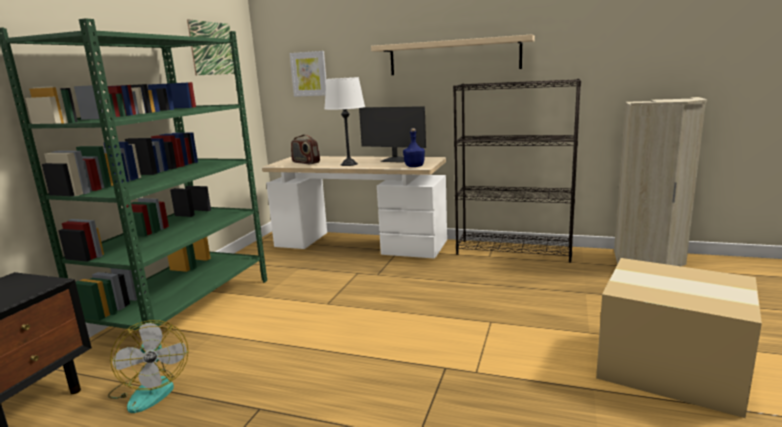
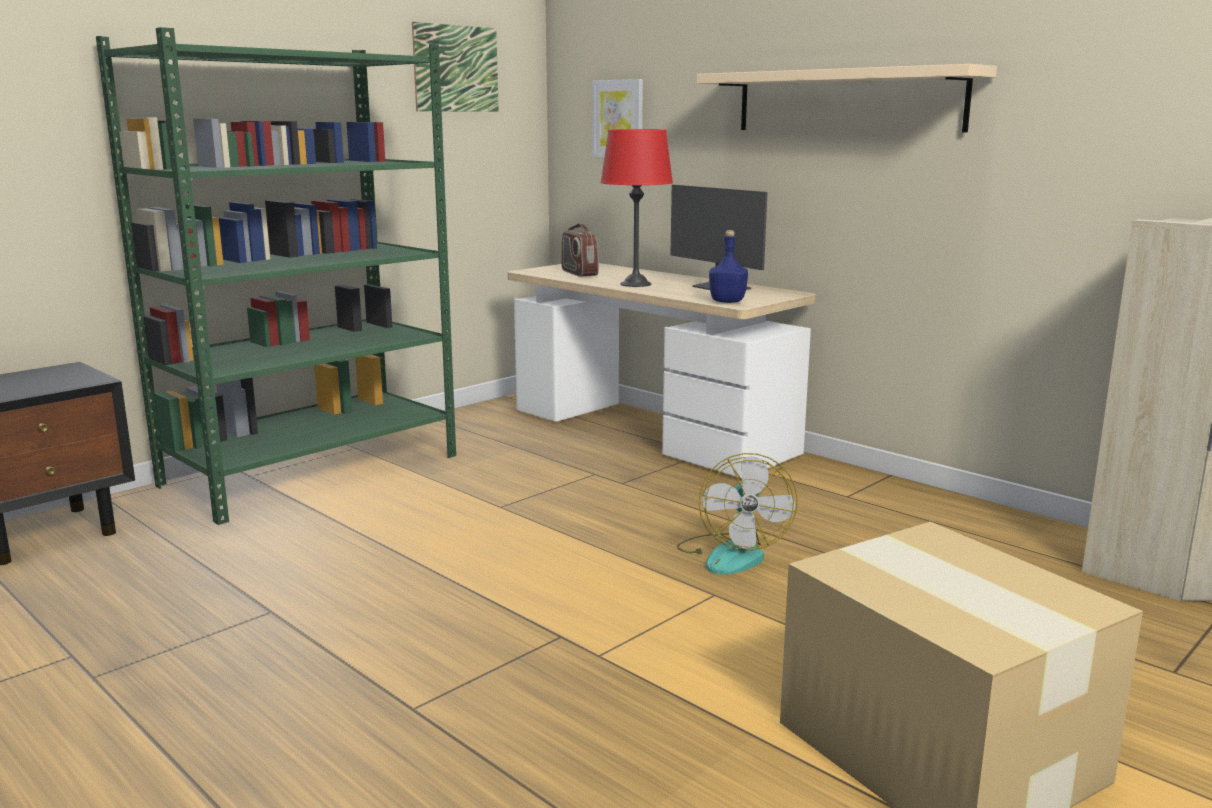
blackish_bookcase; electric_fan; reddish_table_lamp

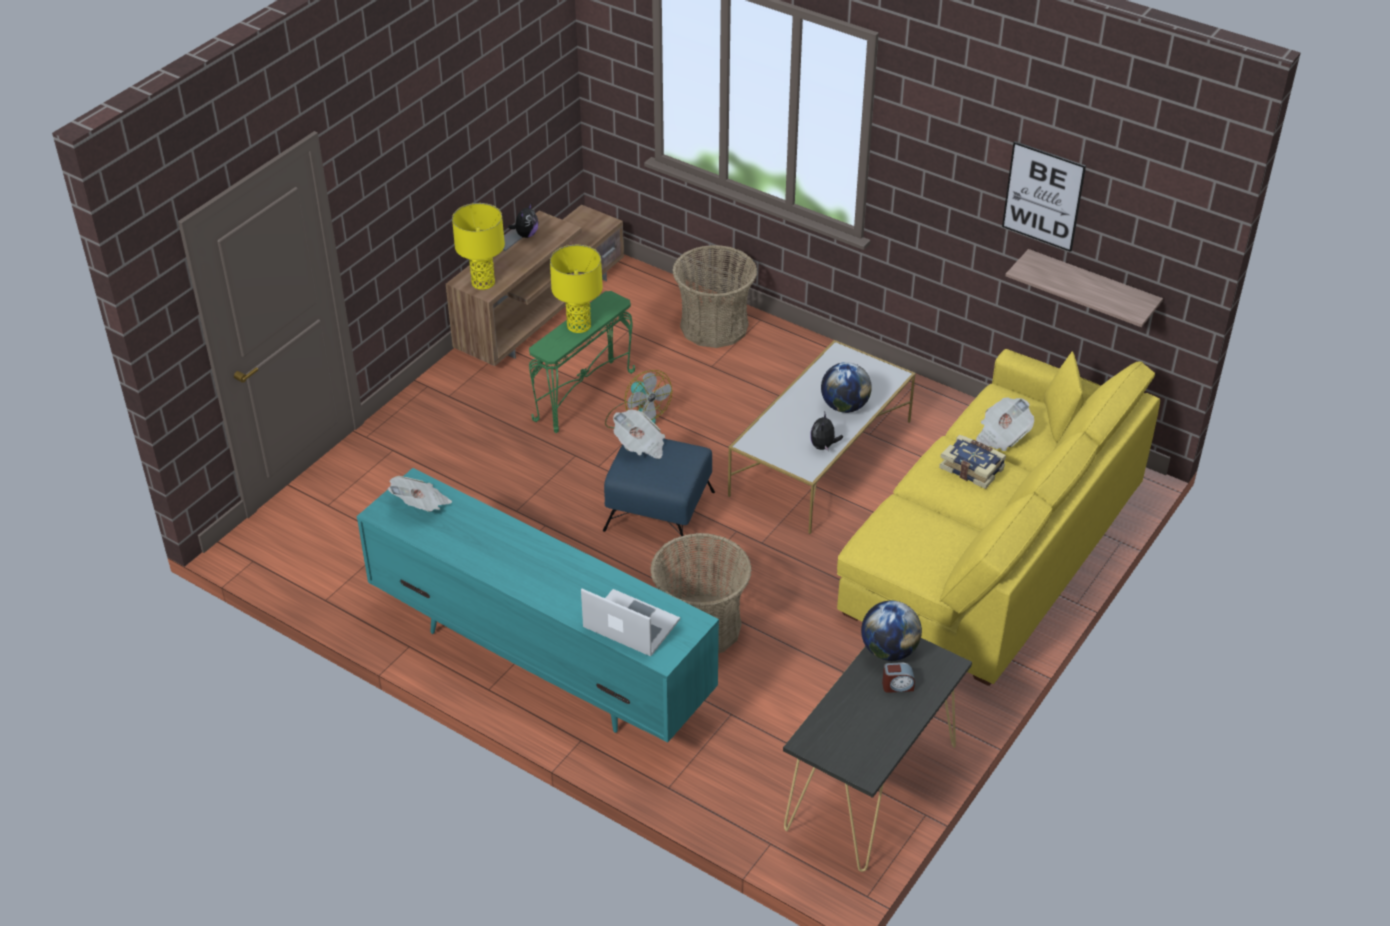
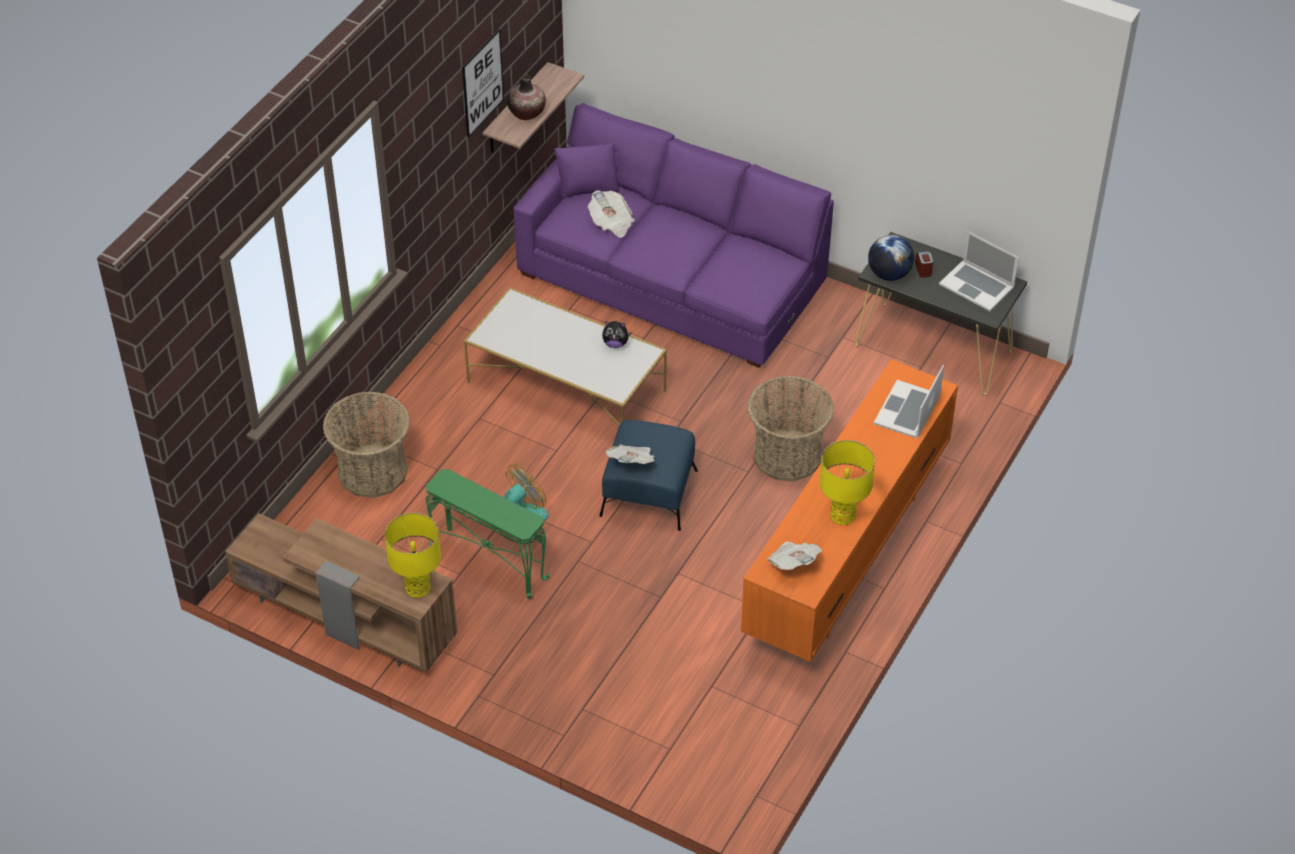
cuddly_toy (1st from left in the first image); world_globe (1st from left in the first image); bound_book; decorative_vase; portable_computer (2nd from left); yellowish_table_lamp (2nd from left); orange-coloured_storage_cabinet; purple-coloured_couch

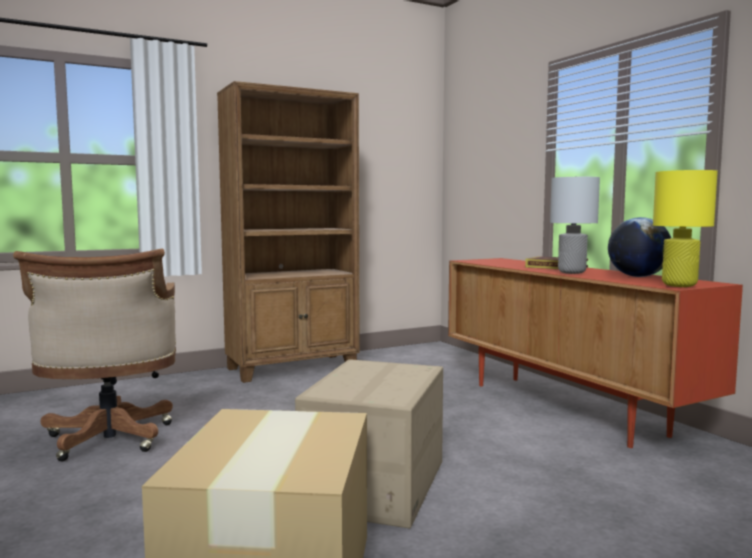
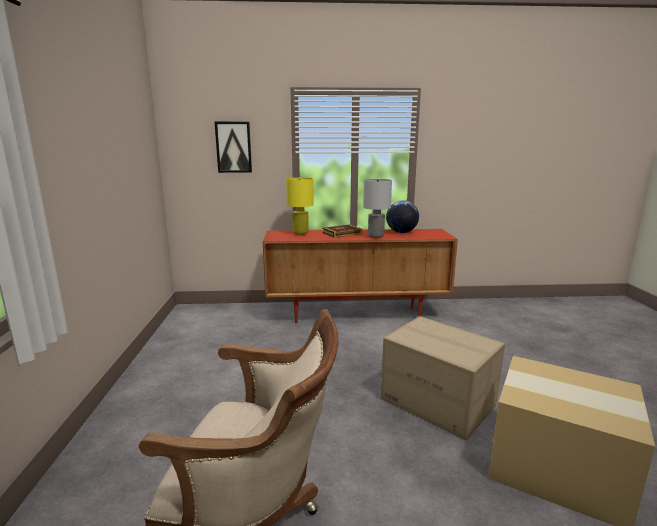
brownish_bookcase; picture; yellowish_table_lamp

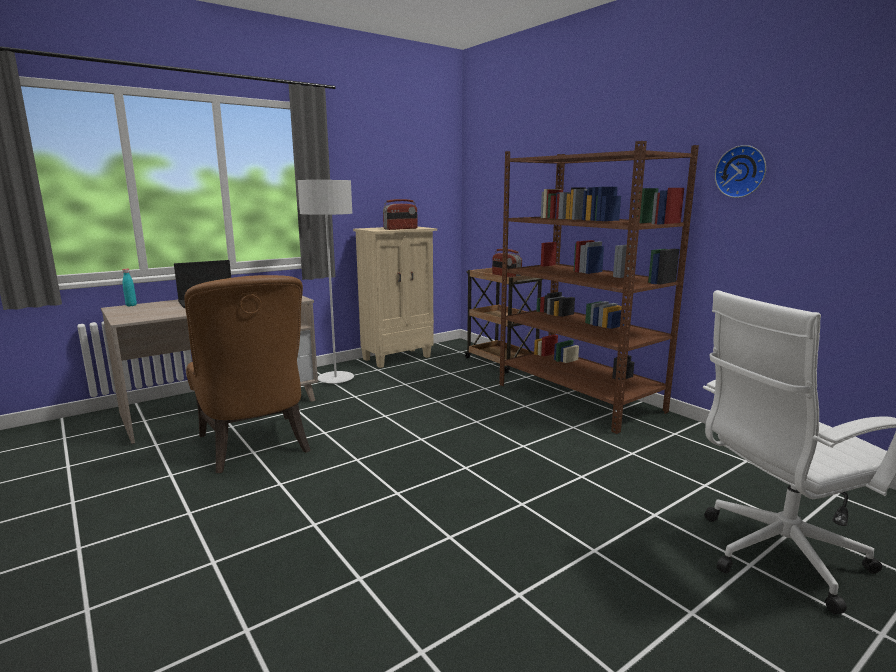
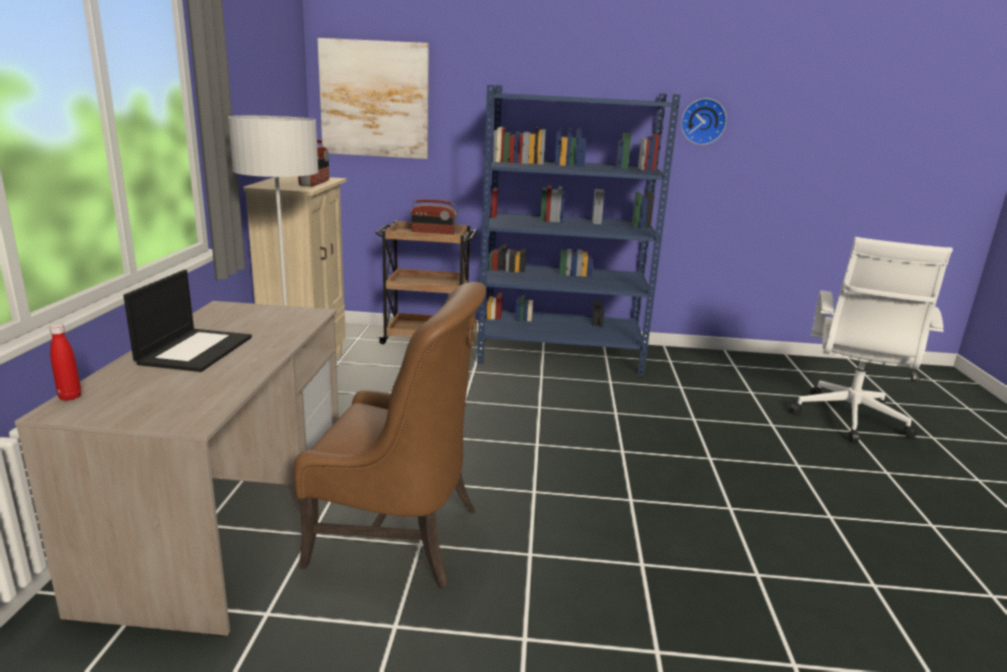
picture; reddish_bottle; bluish_bookcase

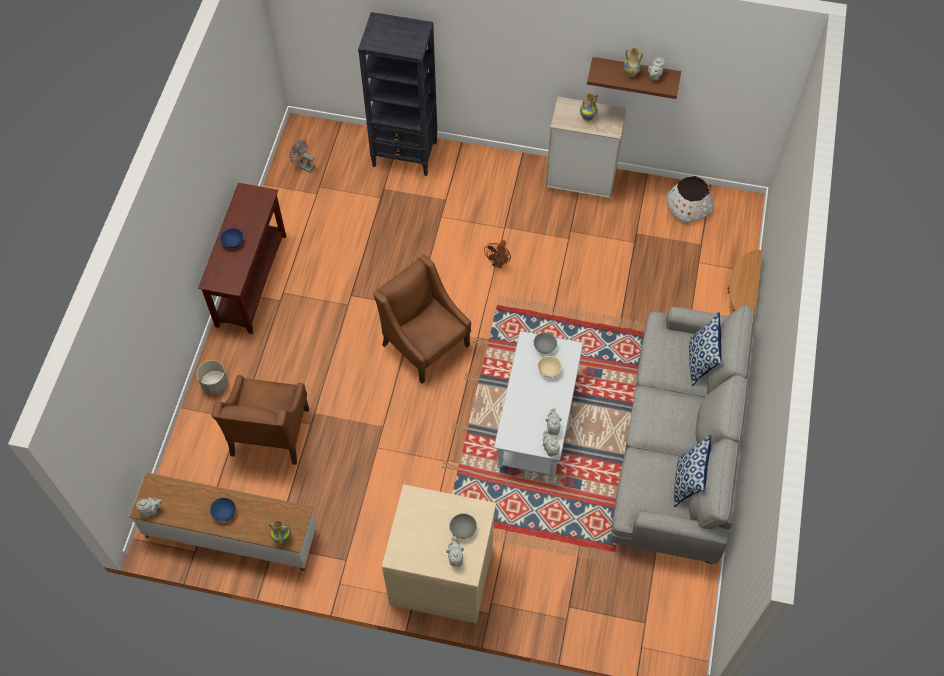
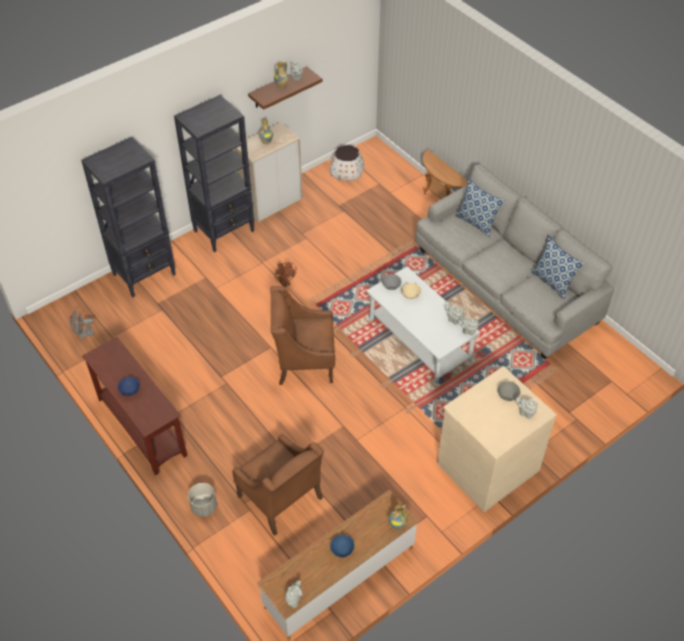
blackish_bookcase (2nd from left)

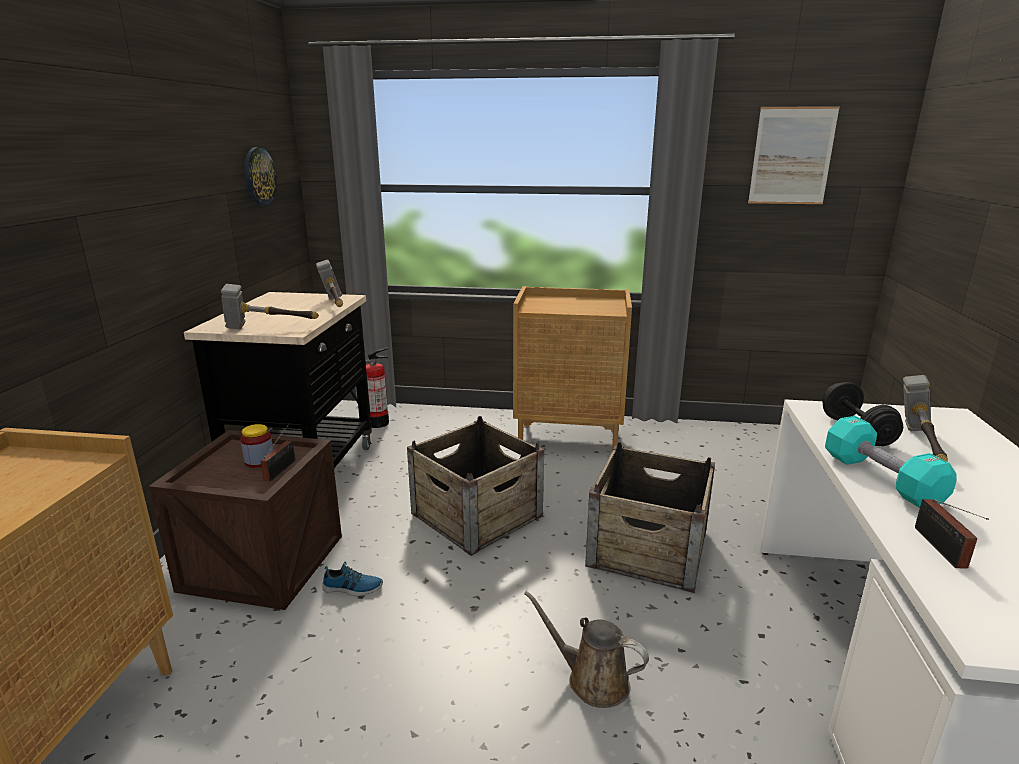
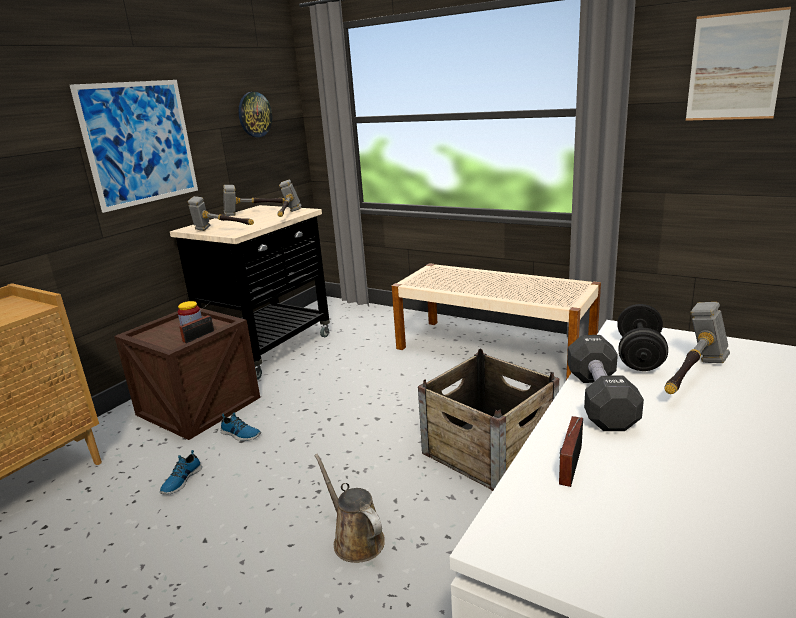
fire_extinguisher; packing_crate (2nd from left in the first image); picture (1st from left); shoe (1st from left); hammer (2nd from left); sand-coloured_bench; blackish_dumbbell (1st from left)

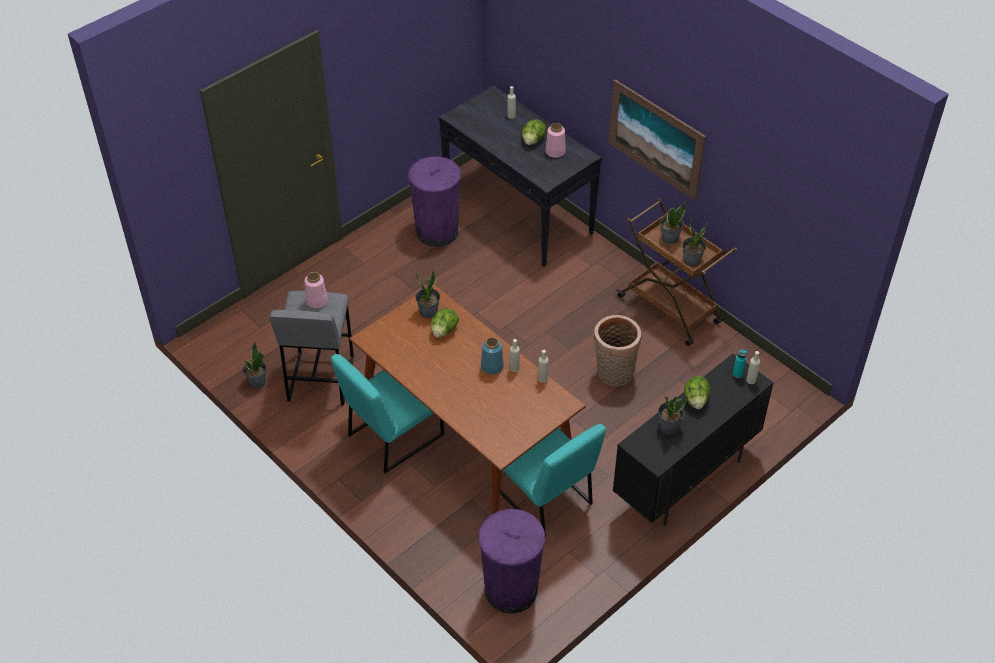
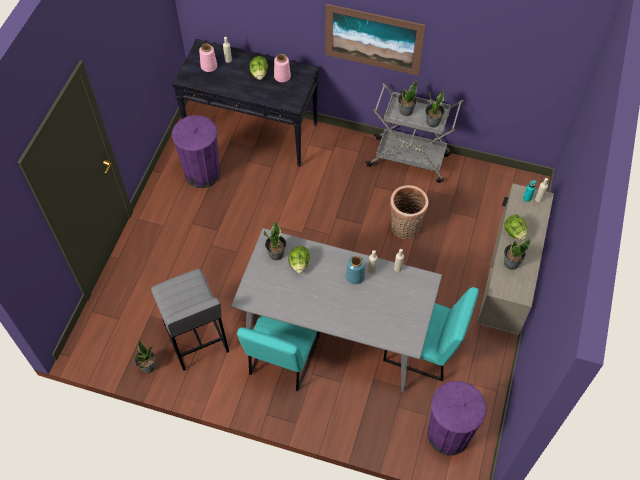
pink-coloured_decorative_vase (1st from left); grey_kitchen_table; sand-coloured_storage_cabinet; grey_wheeled_cart

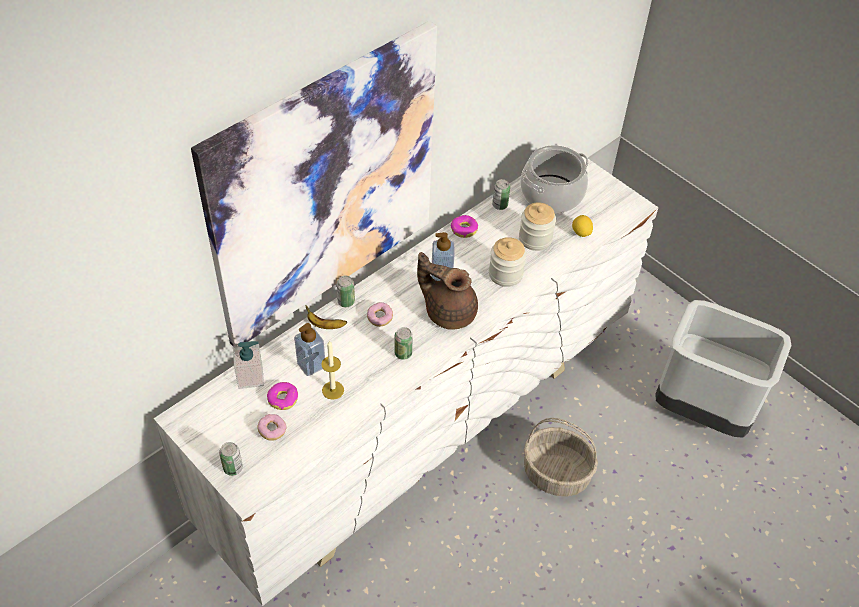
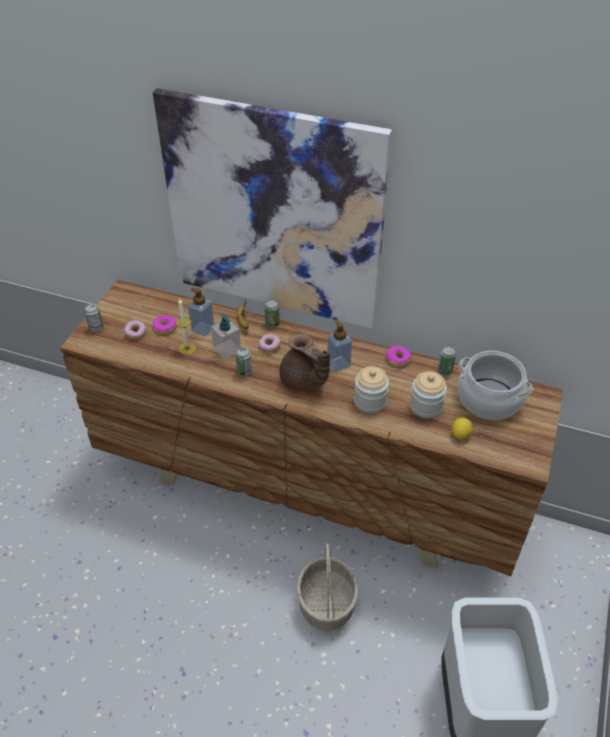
liquid_soap_bottle (2nd from left); brownish_storage_cabinet; brownish_tea_pot

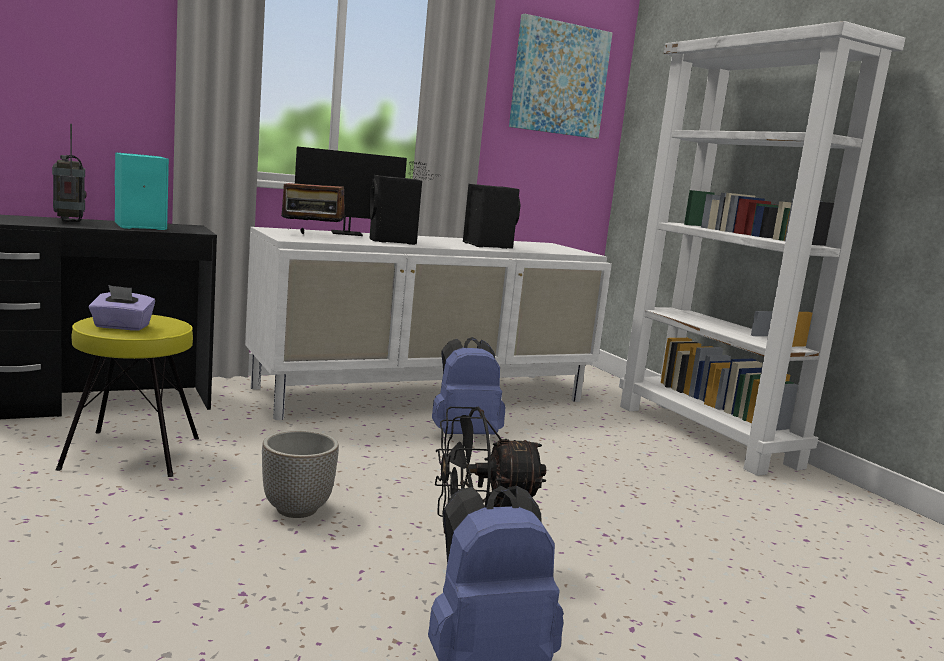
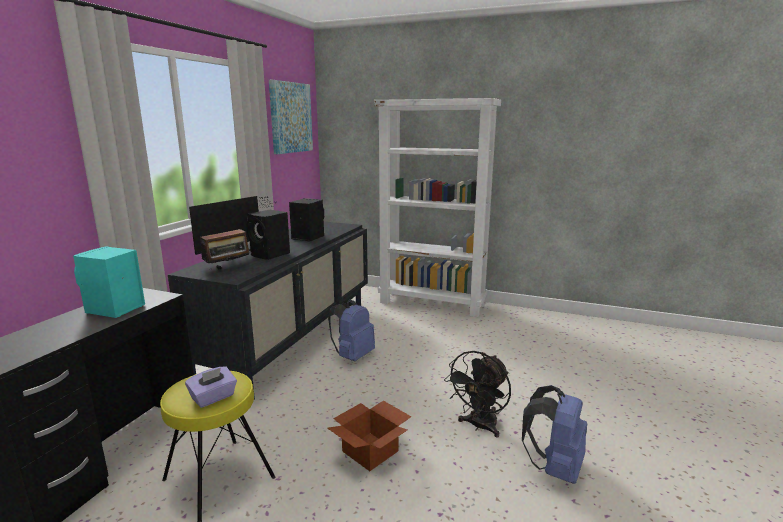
radio (1st from left in the first image); packing_box; blackish_storage_cabinet

